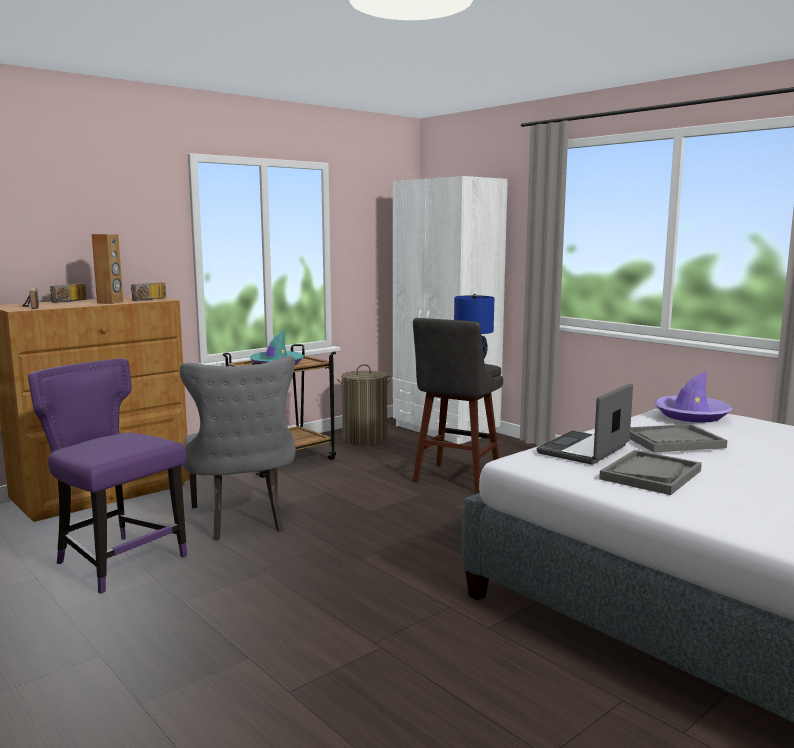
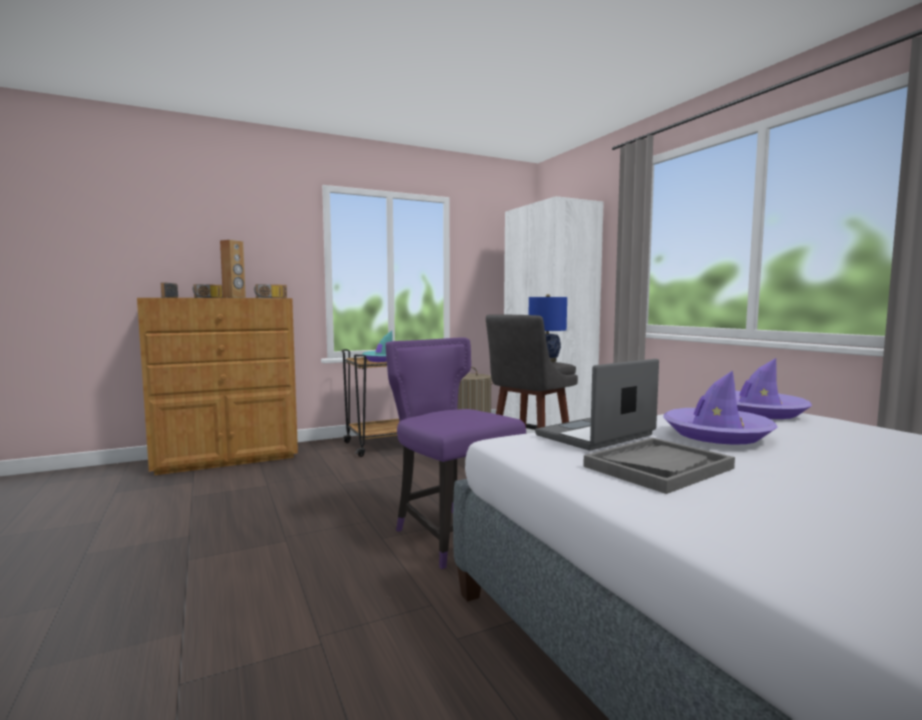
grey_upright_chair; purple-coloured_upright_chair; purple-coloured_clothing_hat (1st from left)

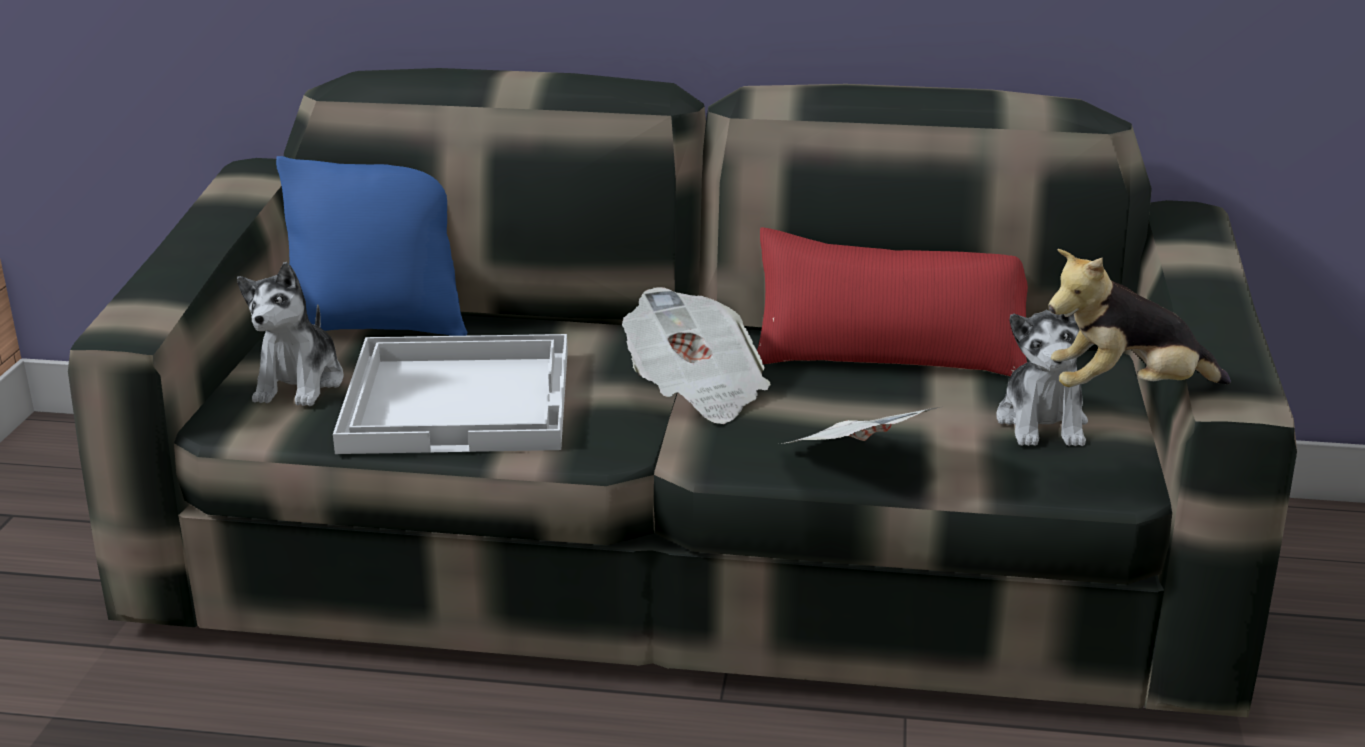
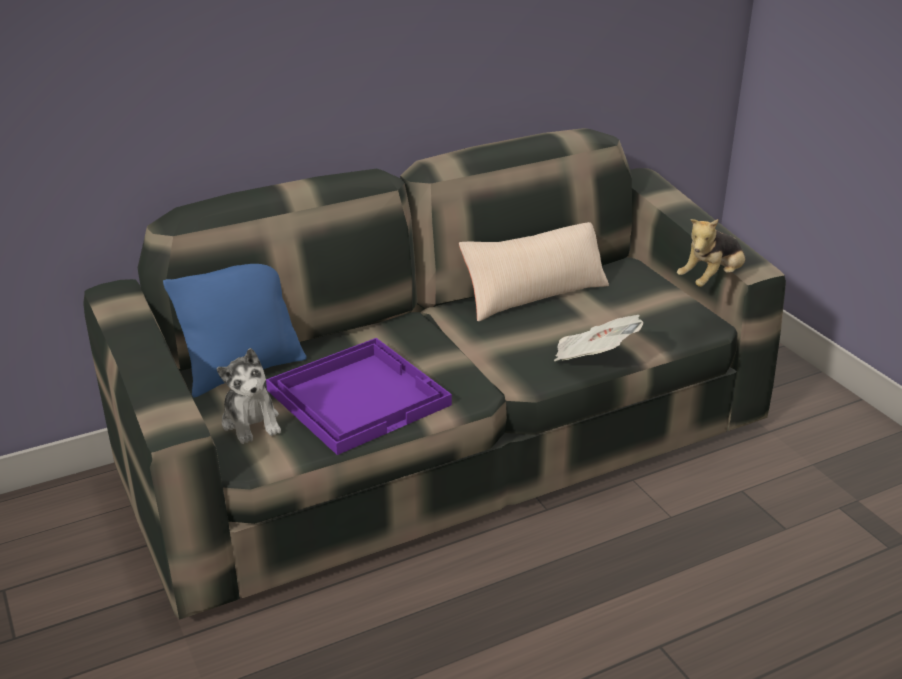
newspaper (1st from left in the first image); cuddly_toy (2nd from left in the first image); purple-coloured_serving_tray; sand-coloured_cushion

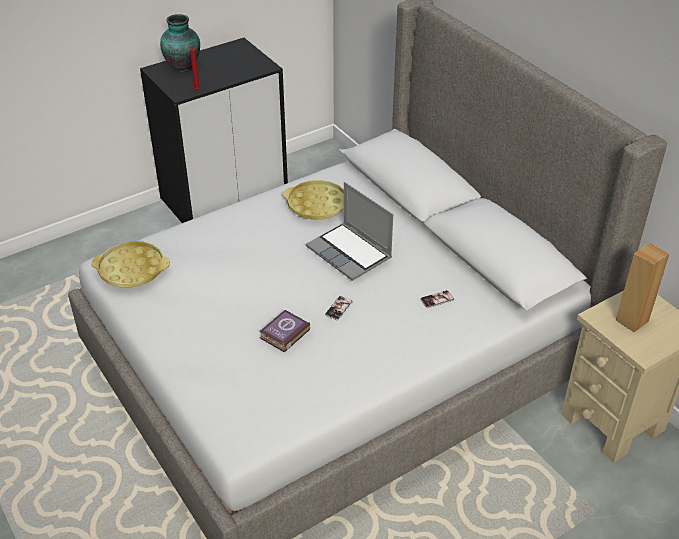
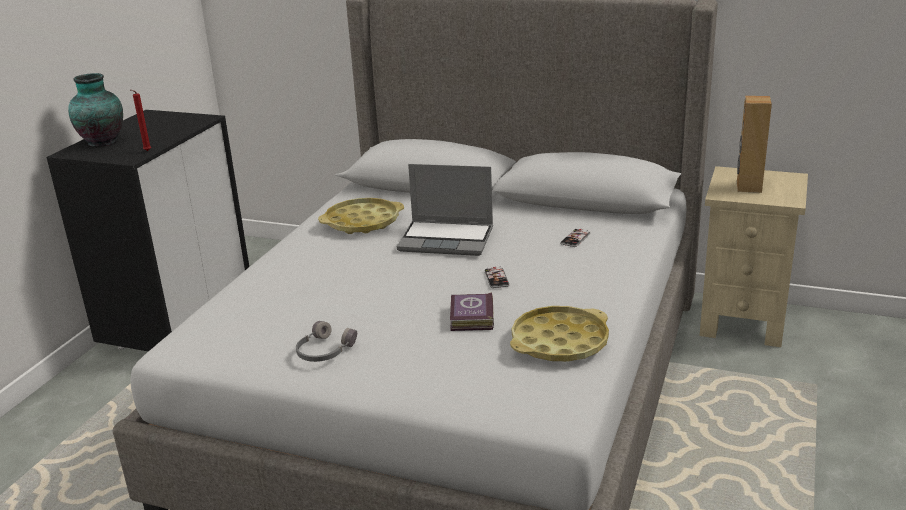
grey_headset; yellowish_serving_tray (2nd from left)

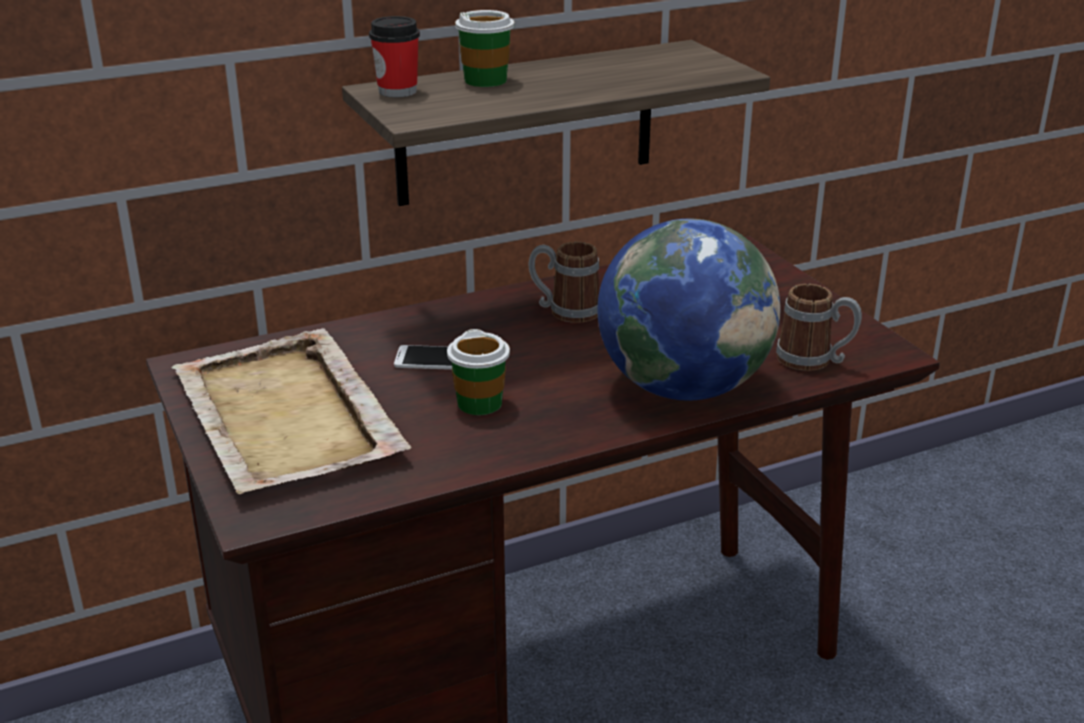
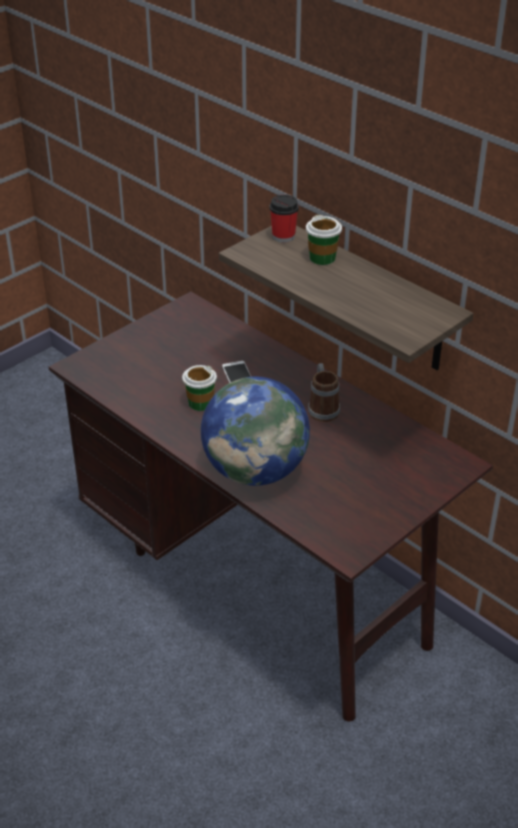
sand-coloured_serving_tray; mug (2nd from left in the first image)

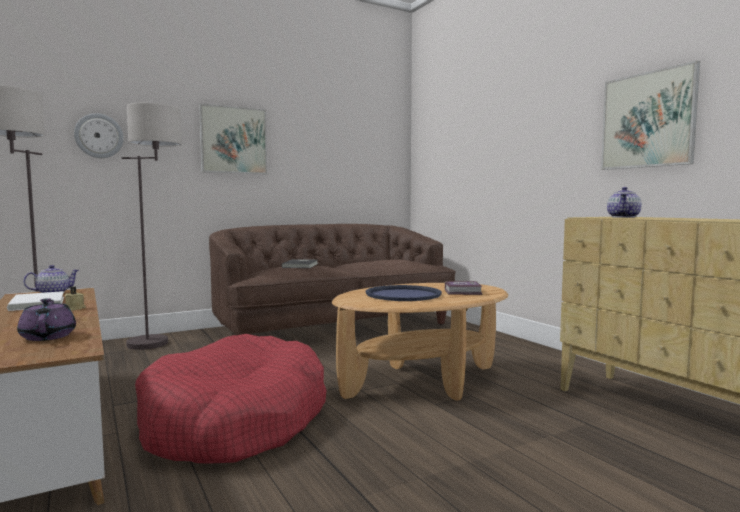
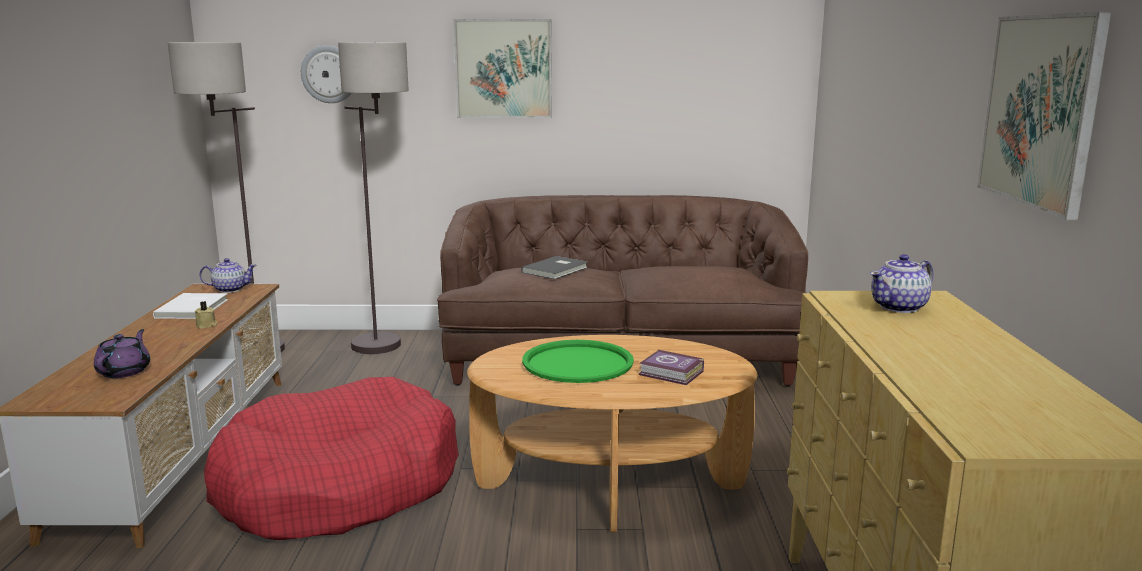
green-coloured_serving_tray

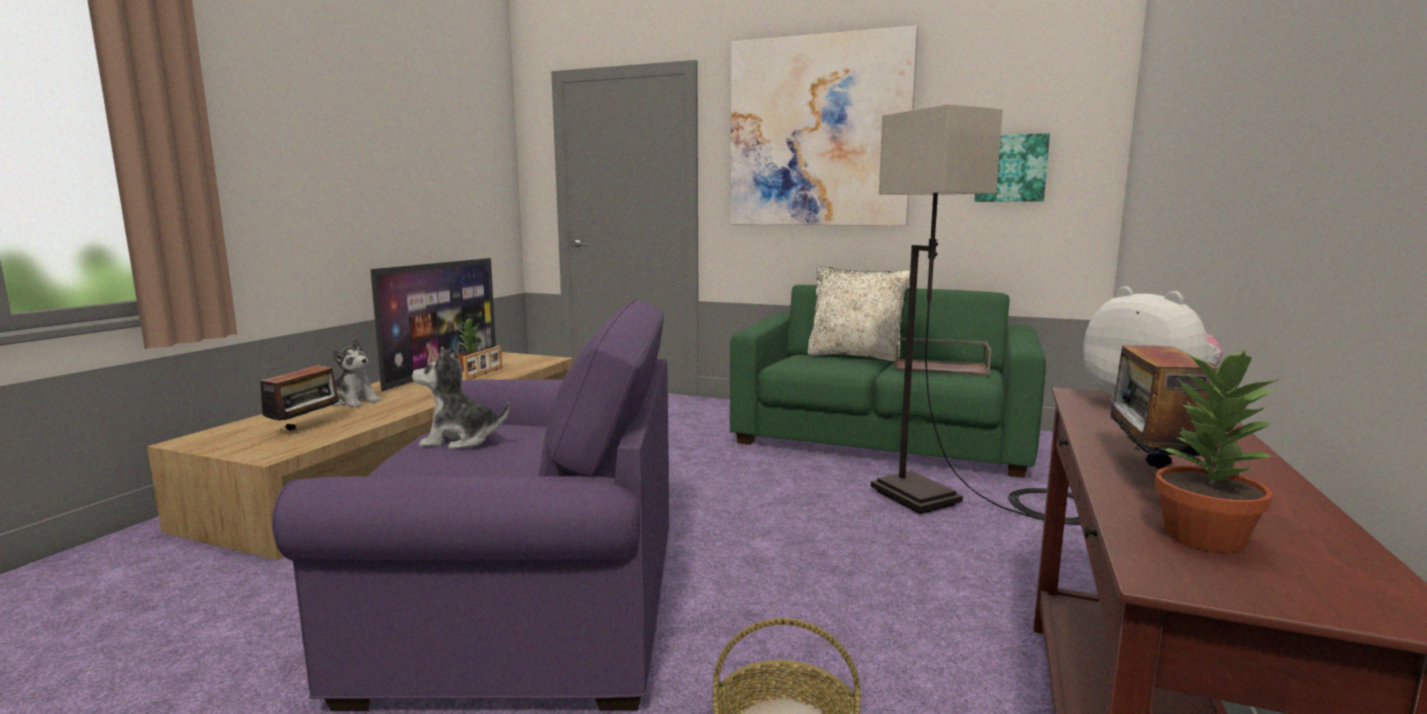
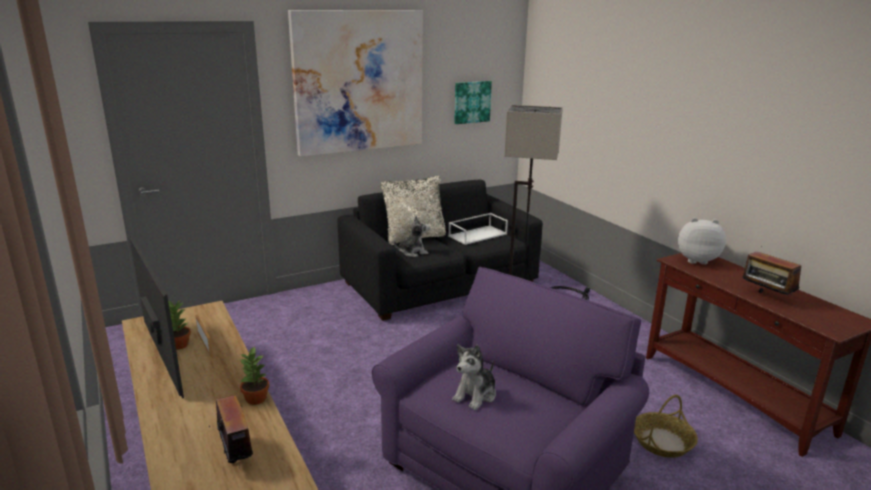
cuddly_toy (1st from left); houseplant (2nd from left); blackish_couch; whitish_serving_tray

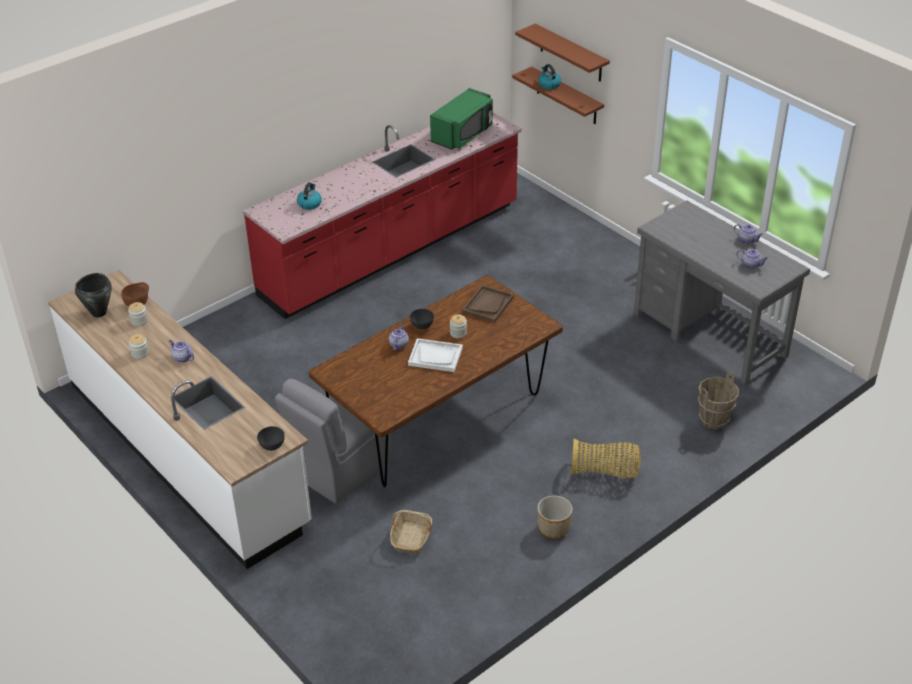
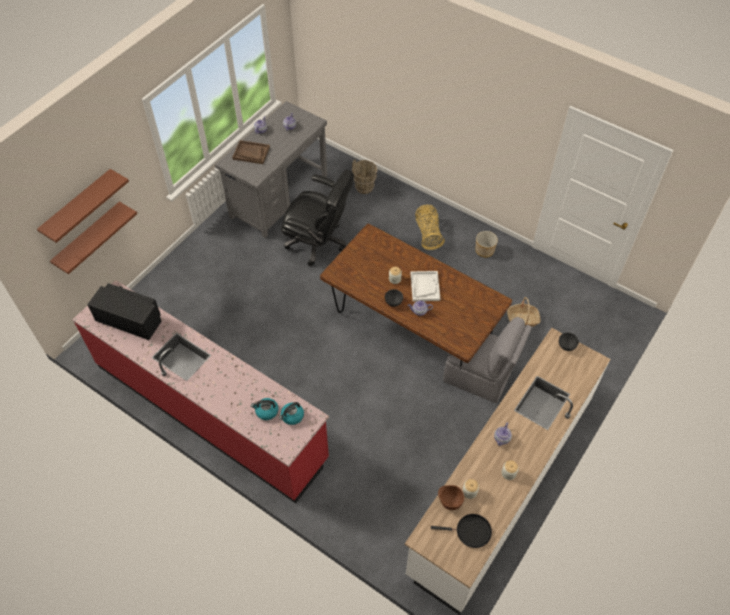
blackish_desk_chair; brownish_serving_tray; kettle (2nd from left); blackish_skillet; blackish_microwave_oven

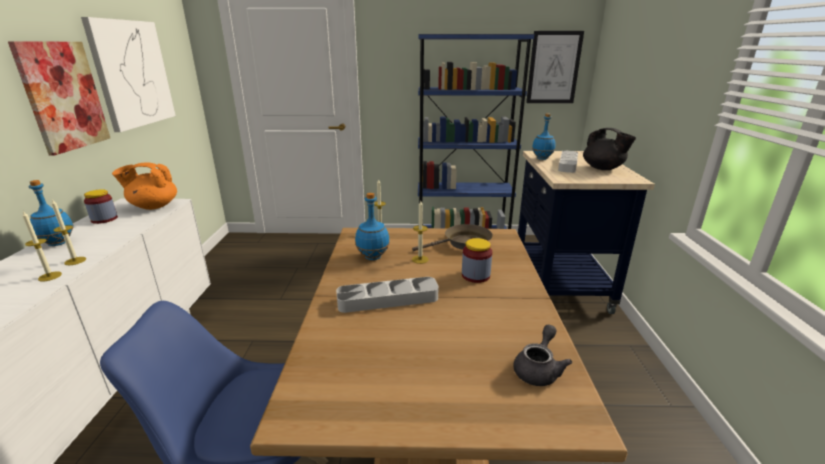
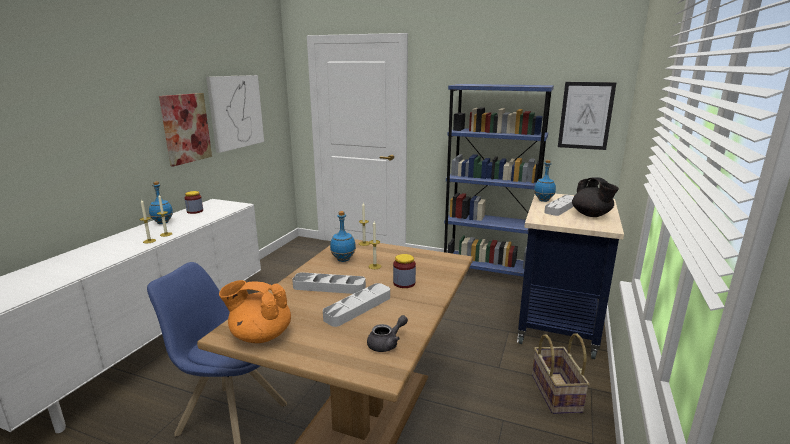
brownish_skillet; grey_serving_tray (2nd from left); household_basket; orange-coloured_tea_pot

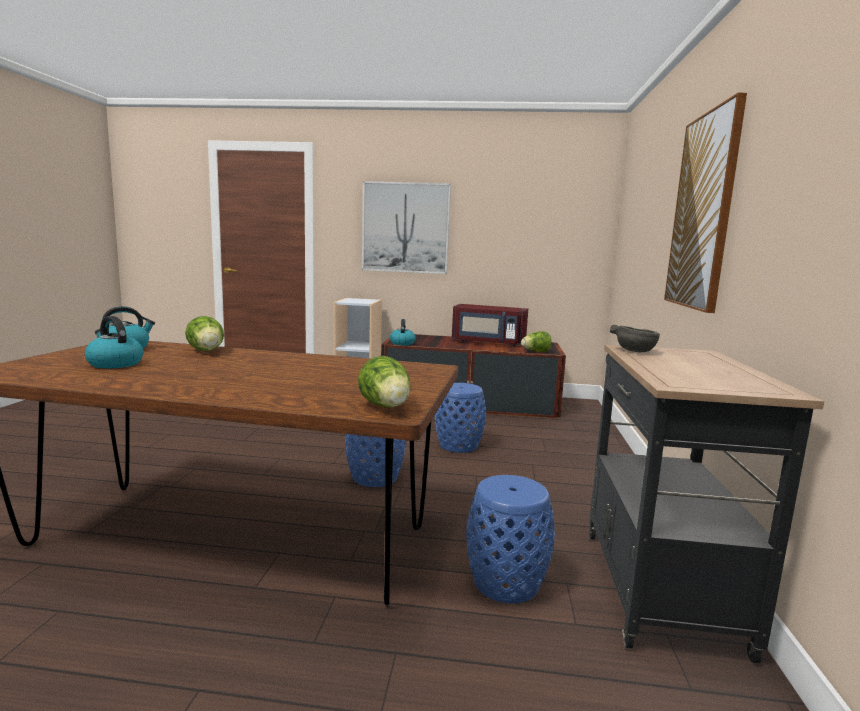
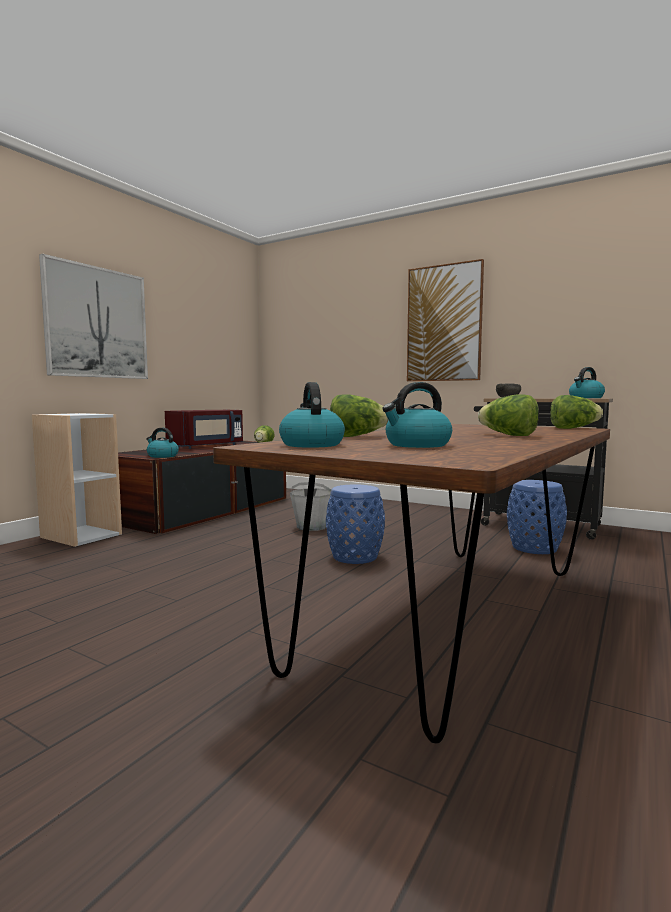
head_of_lettuce (3rd from left); kettle (4th from left); grey_water_bucket

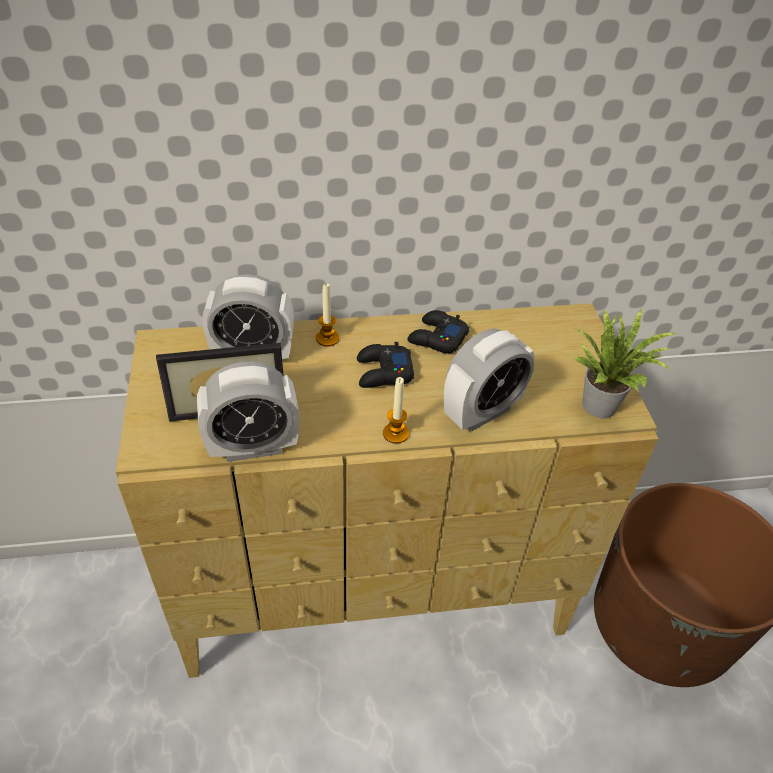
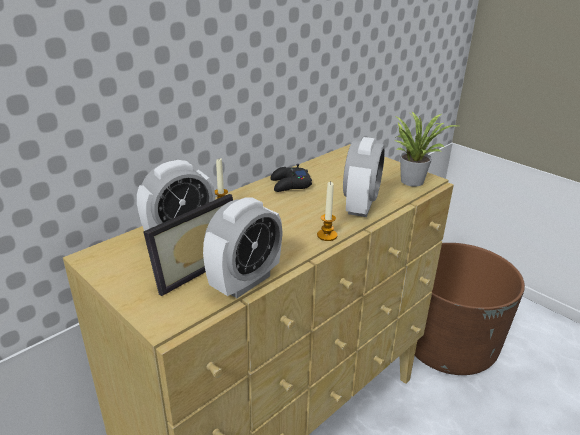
blackish_gamepad (1st from left in the first image)

